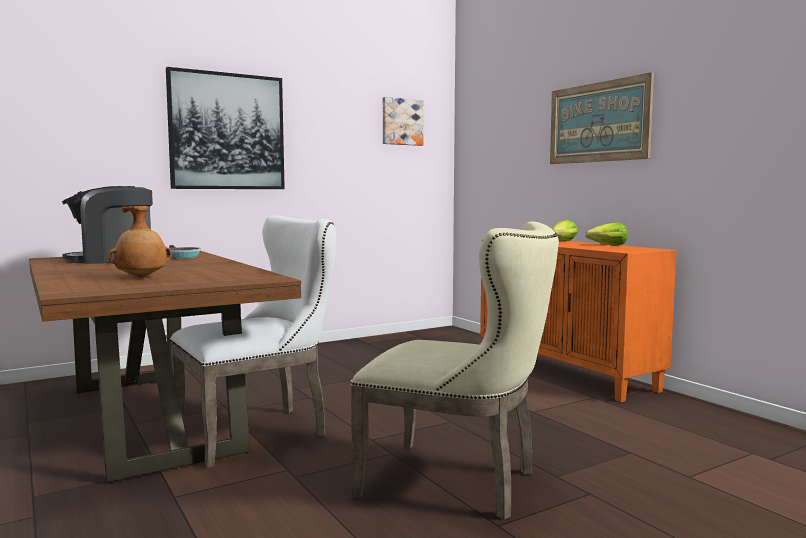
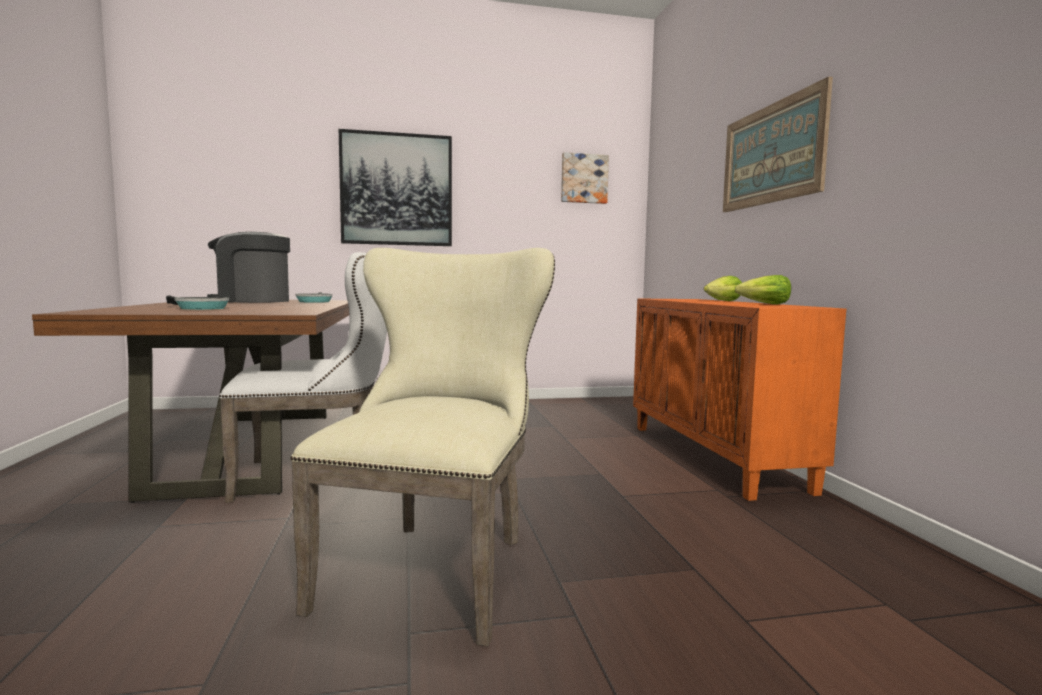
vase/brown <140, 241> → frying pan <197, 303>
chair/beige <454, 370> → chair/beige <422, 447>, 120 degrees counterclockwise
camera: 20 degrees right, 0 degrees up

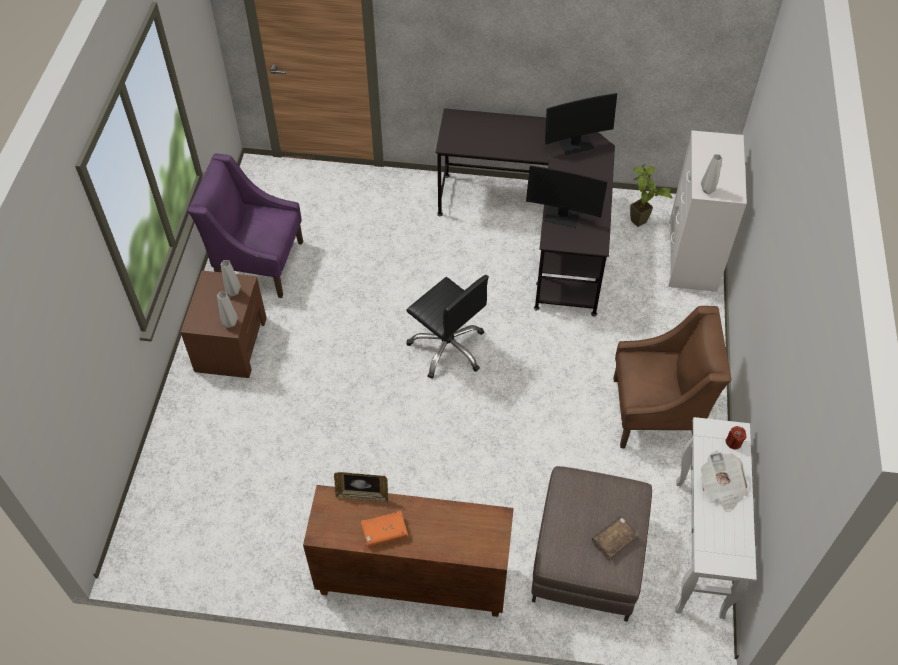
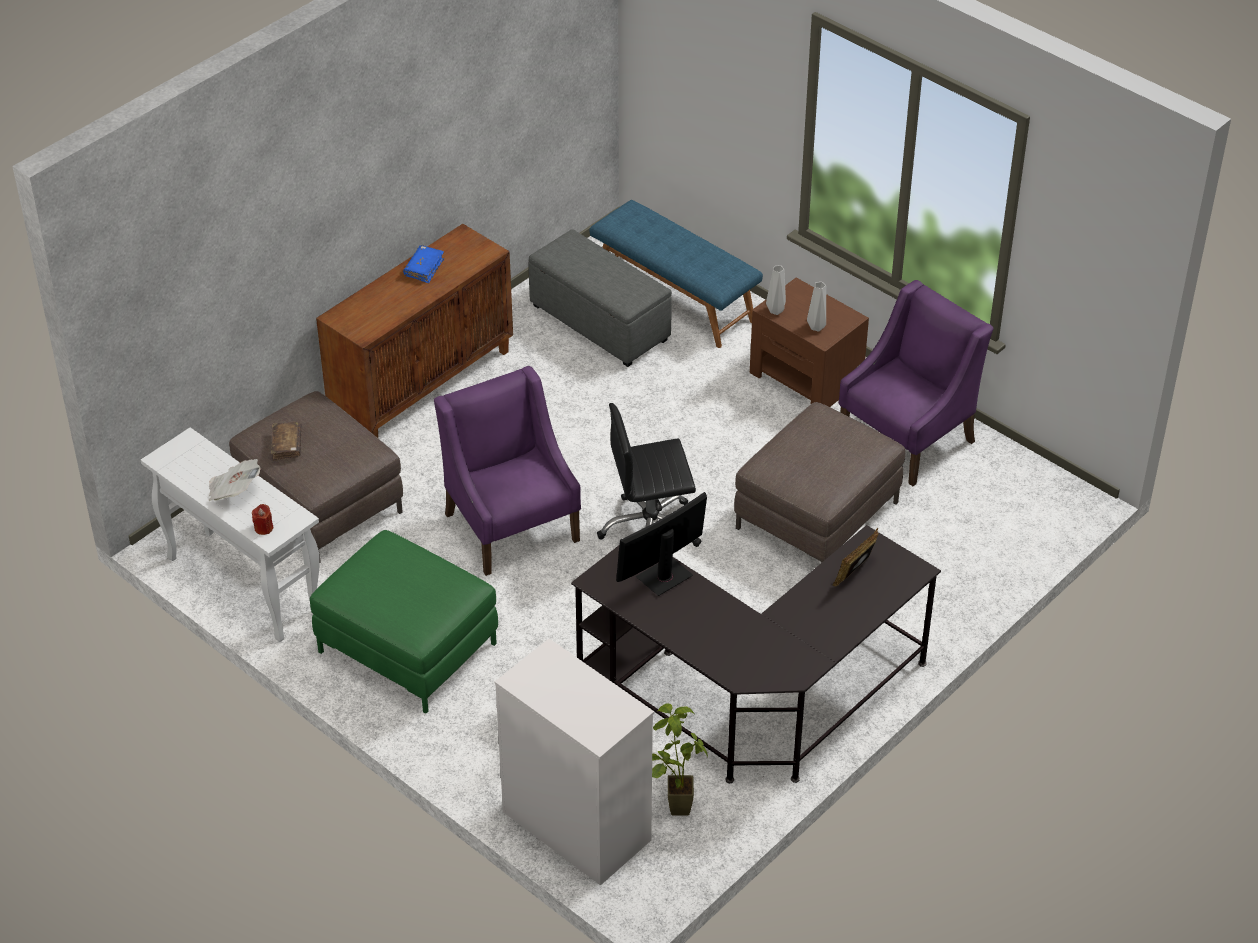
monitor <581, 124> → -
vase/grey <712, 174> → -
- → armchair/purple <507, 471>
- → ottoman/grey <600, 298>
- → bench/blue <676, 274>
- → ottoman/brown <819, 482>
picture frame <361, 487> → picture frame <855, 557>, relocated
armchair/brown <672, 377> → ottoman/green <404, 621>
book/orange <384, 528> → book/blue <423, 264>
camera: 125 degrees right, 10 degrees down

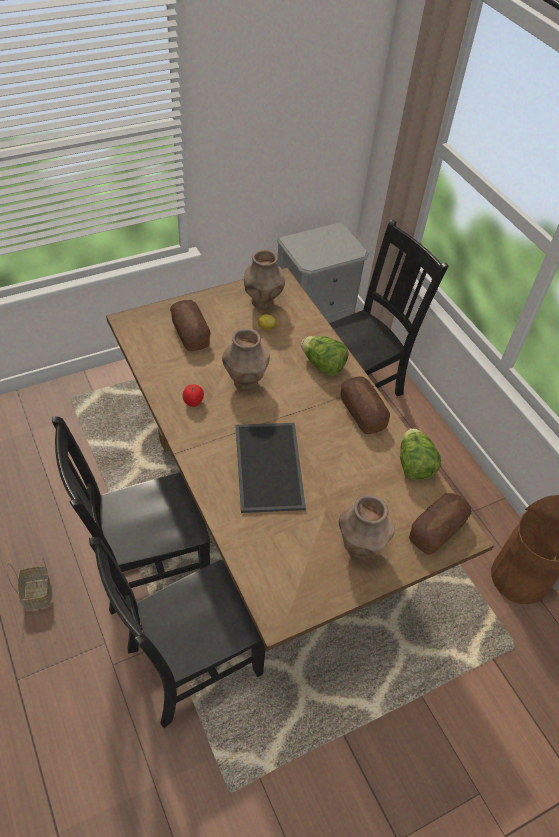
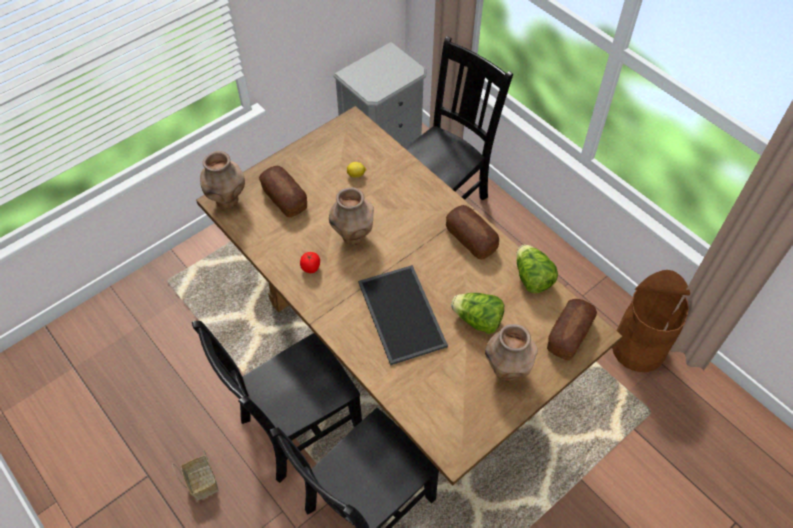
vase/brown <264, 279> → vase/brown <222, 180>, relocated
lettuce <324, 356> → lettuce <477, 313>, relocated
camera: 10 degrees left, 5 degrees up

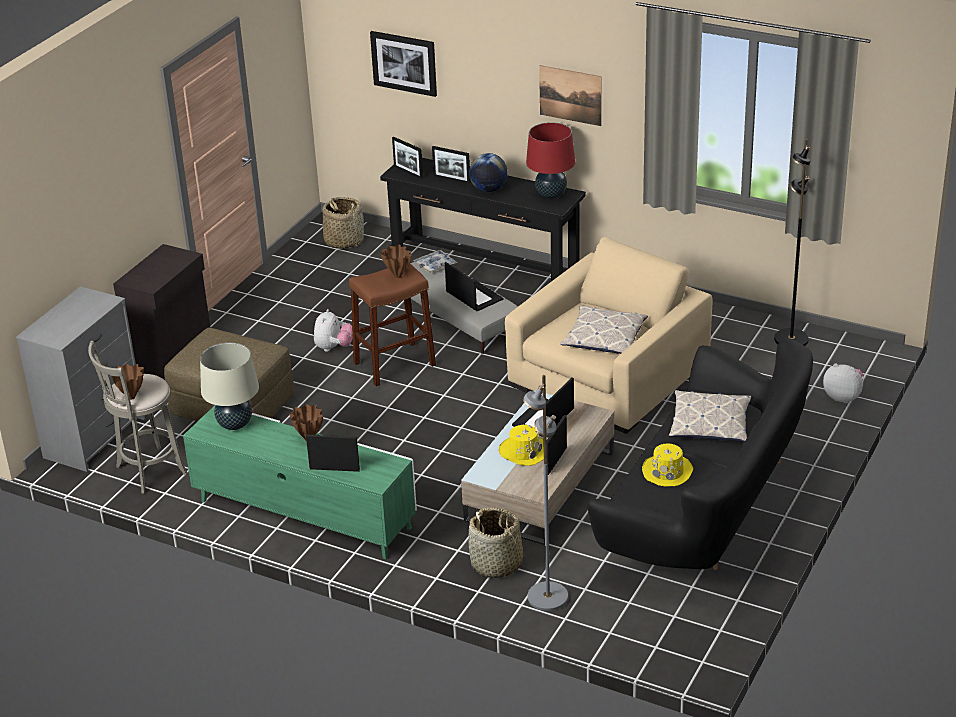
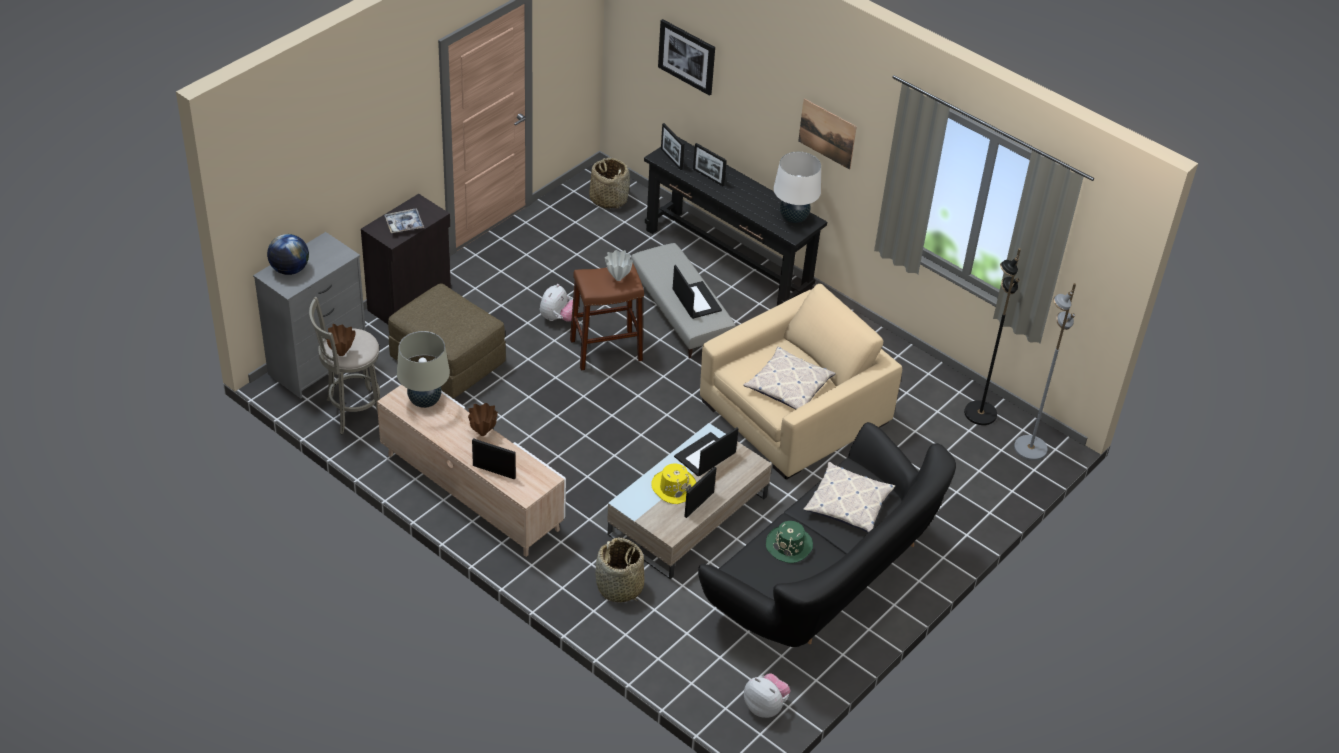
tray <435, 261> → tray <404, 221>, relocated
globe <488, 172> → globe <288, 254>, relocated
floor lamp/grey <545, 493> → floor lamp/grey <1045, 372>, relocated
plush toy <843, 383> → plush toy <767, 695>, relocated
tv stand/green <300, 482> → tv stand/beige <471, 470>
vase/brown <396, 261> → vase/white <619, 265>
table lamp/red <550, 160> → table lamp/white <797, 187>
hat/yellow <667, 465> → hat/green <789, 542>
camera: 10 degrees right, 10 degrees up

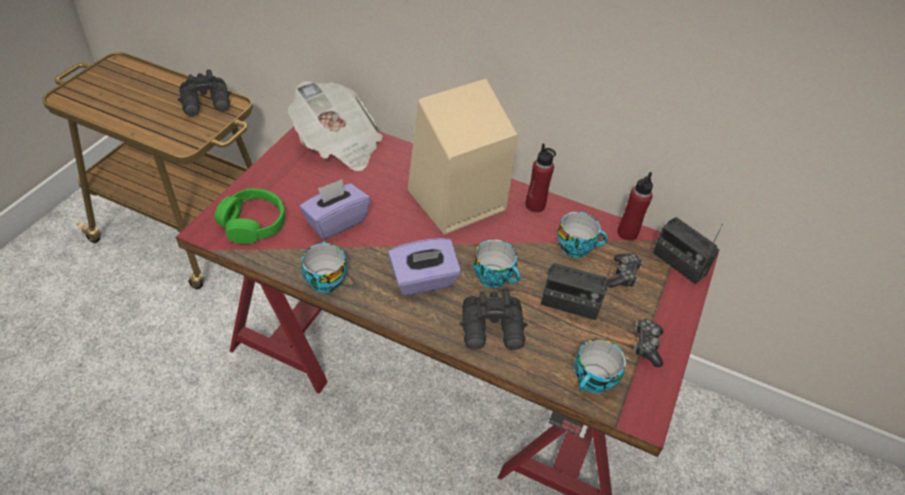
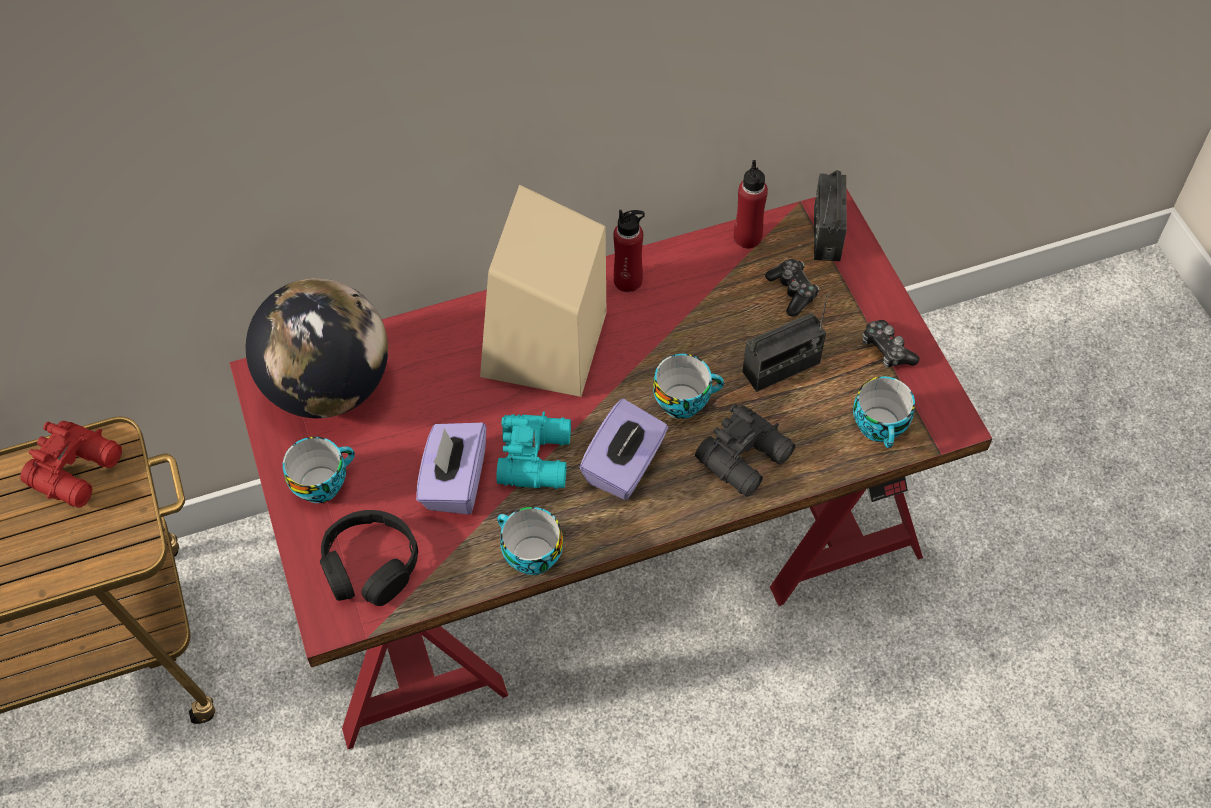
- → binoculars/turquoise <533, 450>
cup <582, 235> → cup <319, 470>, relocated
newspaper <335, 126> → globe <317, 348>
binoculars/black <204, 92> → binoculars/red <71, 464>
headphones/green <250, 216> → headphones/black <369, 558>
radio <687, 250> → radio <830, 215>, 90 degrees clockwise
camera: 40 degrees left, 10 degrees up

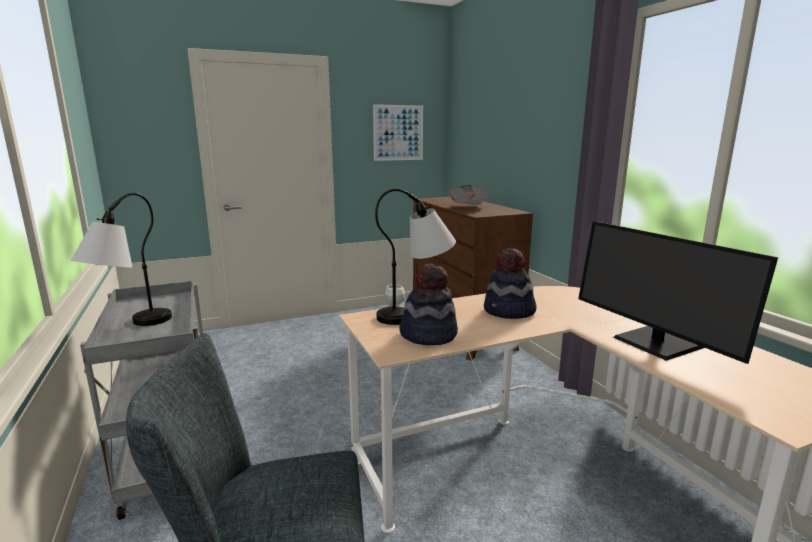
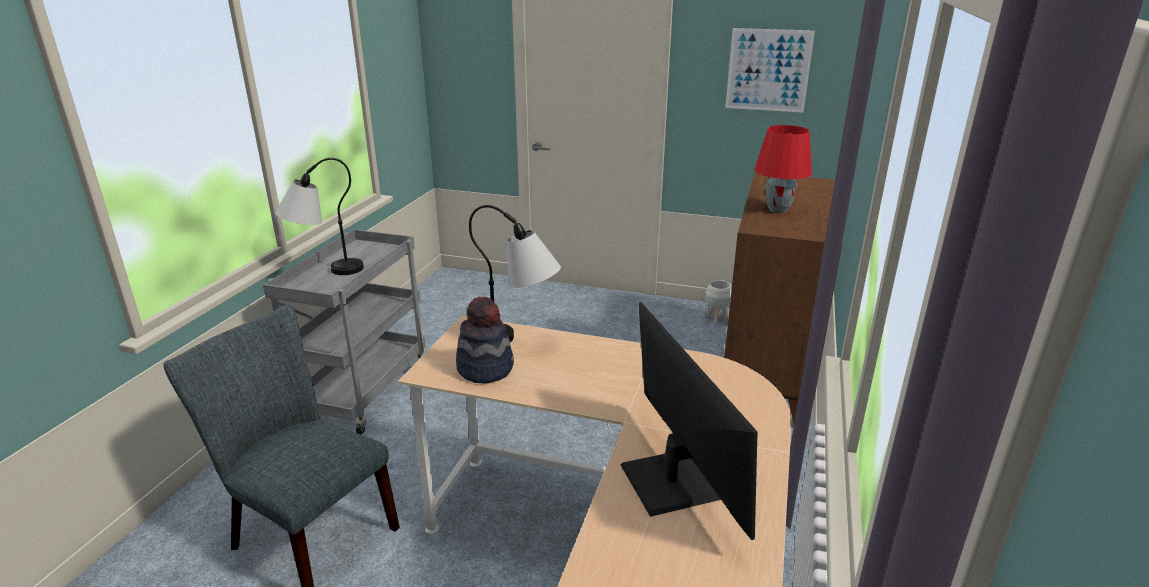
hat <510, 284> → -
newspaper <468, 195> → table lamp/red <783, 169>
monitor <678, 292> → monitor <689, 421>, 150 degrees clockwise
camera: 40 degrees right, 10 degrees up

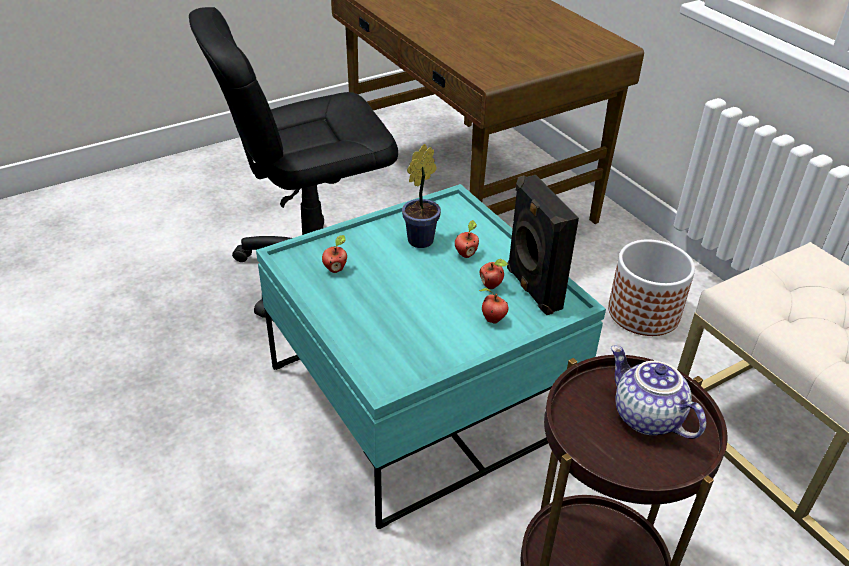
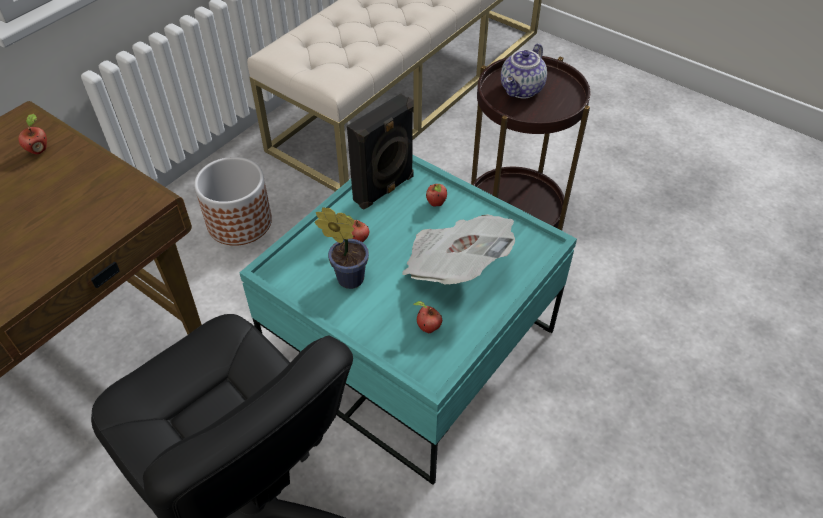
- → newspaper <458, 249>
apple <494, 274> → apple <33, 134>, relocated
camera: 110 degrees left, 10 degrees up

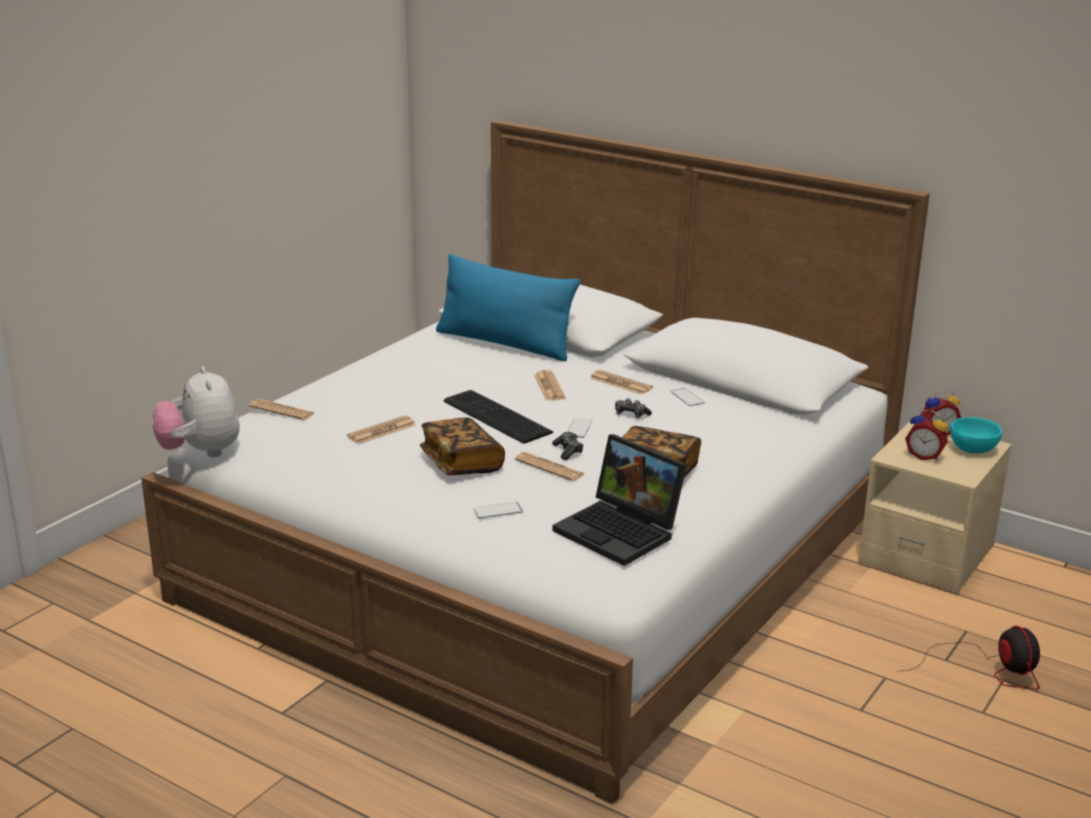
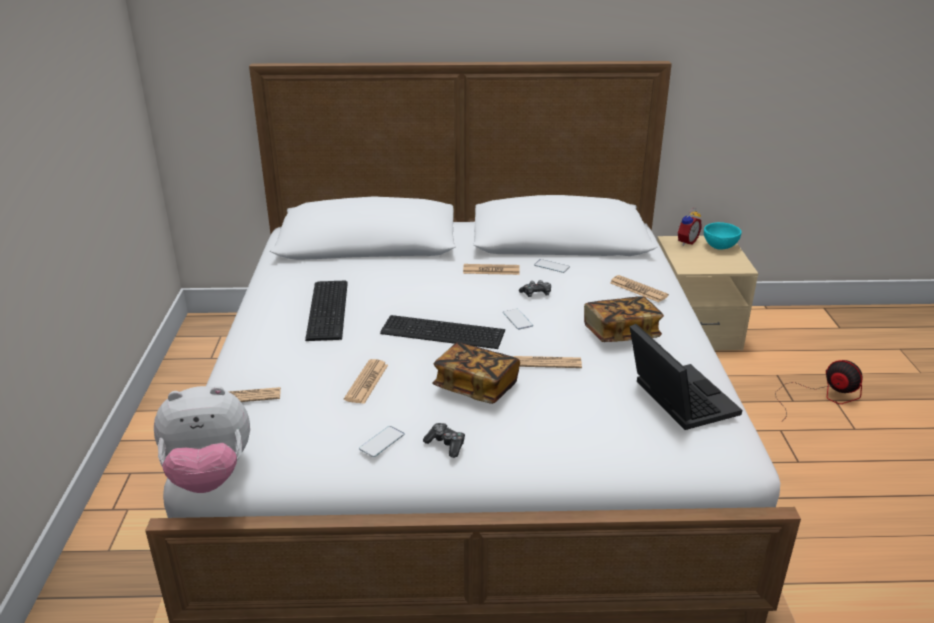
pillow/blue <508, 307> → -
alarm clock <926, 435> → -
- → keyboard <326, 311>
phone <498, 510> → phone <382, 441>, relocated
newspaper <549, 385> → newspaper <639, 288>, relocated
game controller <567, 446> → game controller <444, 440>, relocated
plush toy <196, 411> → plush toy <202, 439>, 45 degrees counterclockwise
laptop <619, 500> → laptop <685, 377>, 120 degrees counterclockwise
camera: 35 degrees left, 5 degrees up

